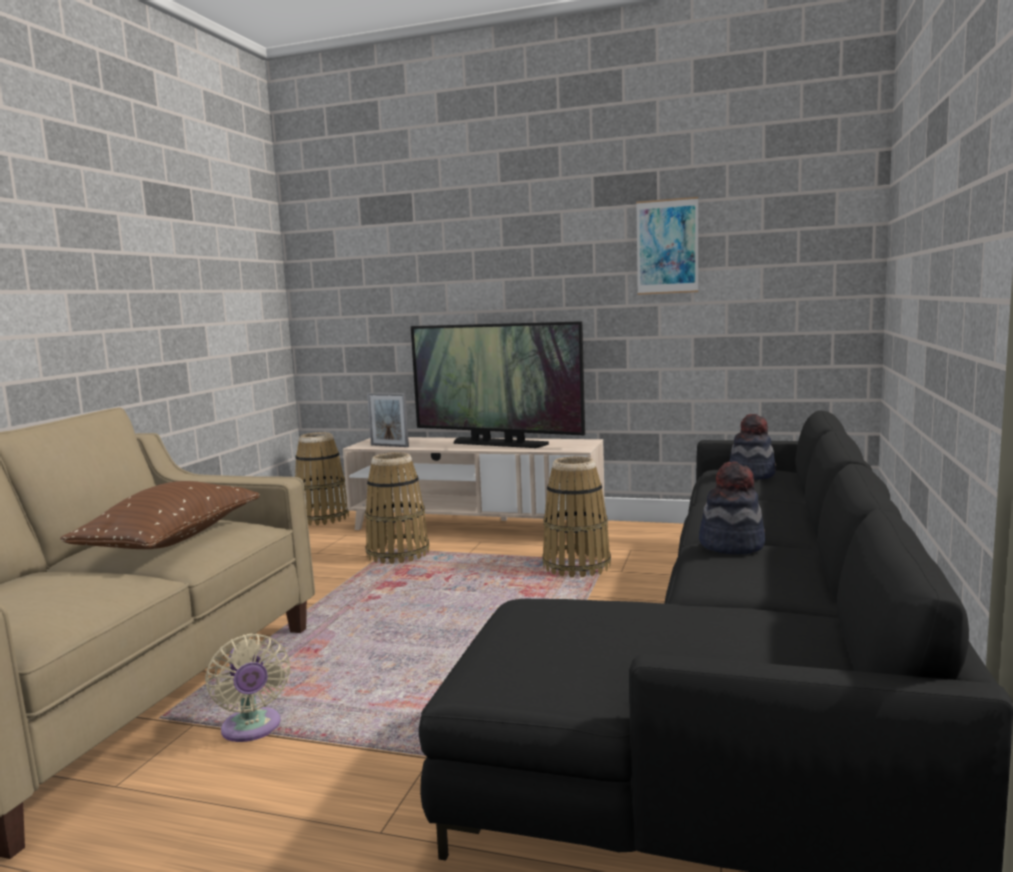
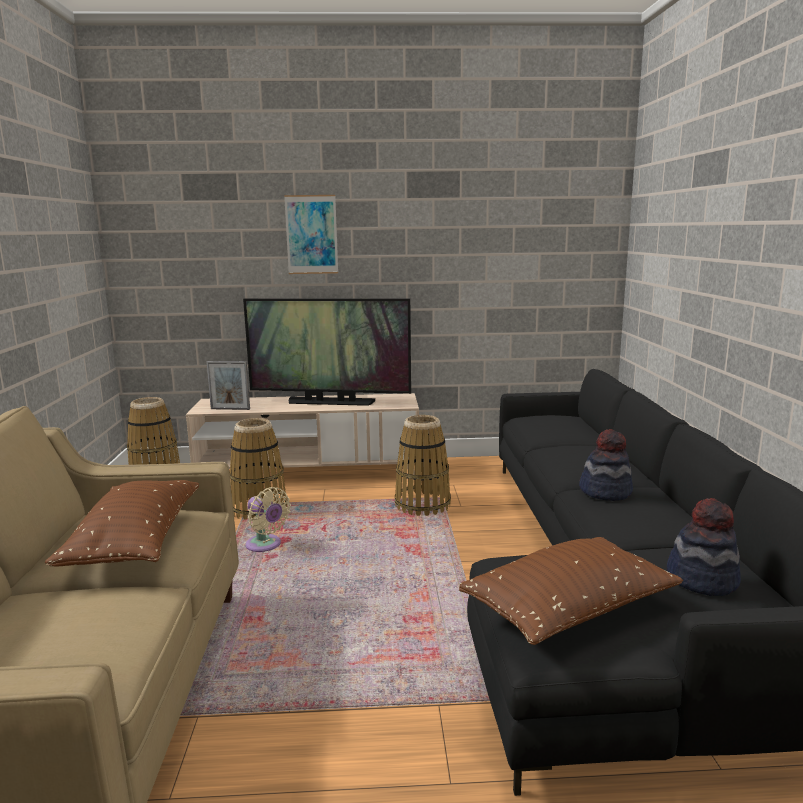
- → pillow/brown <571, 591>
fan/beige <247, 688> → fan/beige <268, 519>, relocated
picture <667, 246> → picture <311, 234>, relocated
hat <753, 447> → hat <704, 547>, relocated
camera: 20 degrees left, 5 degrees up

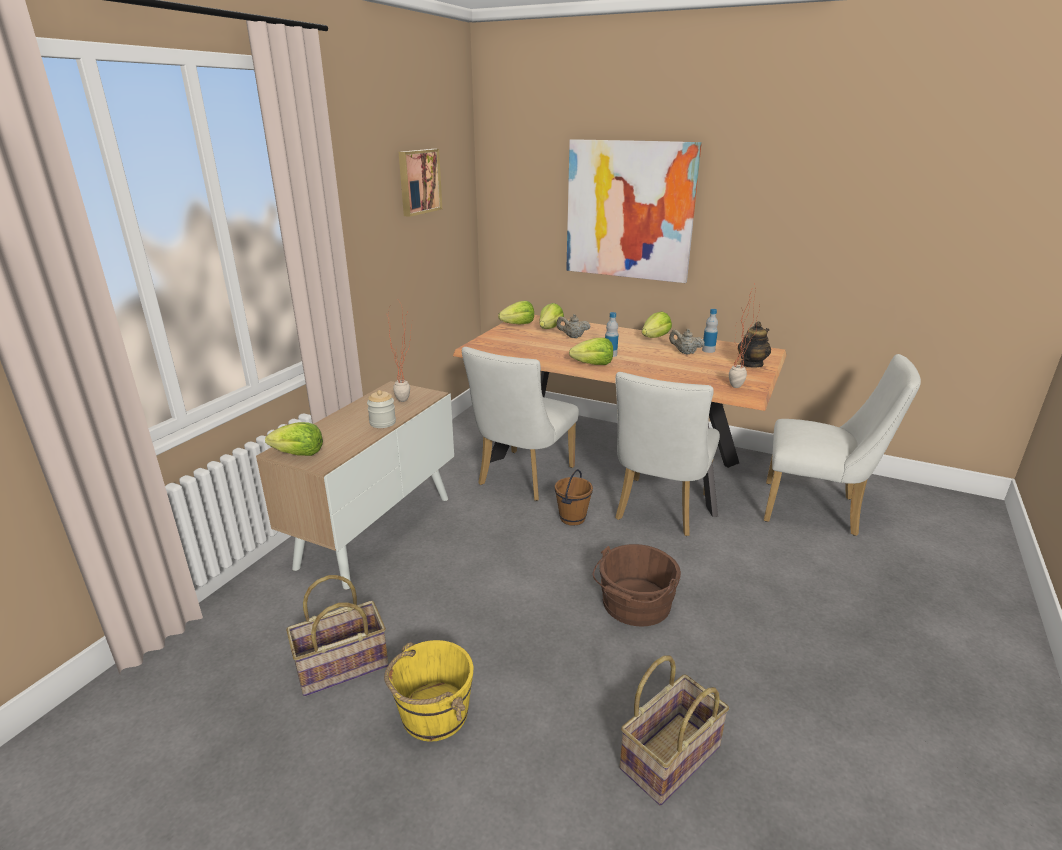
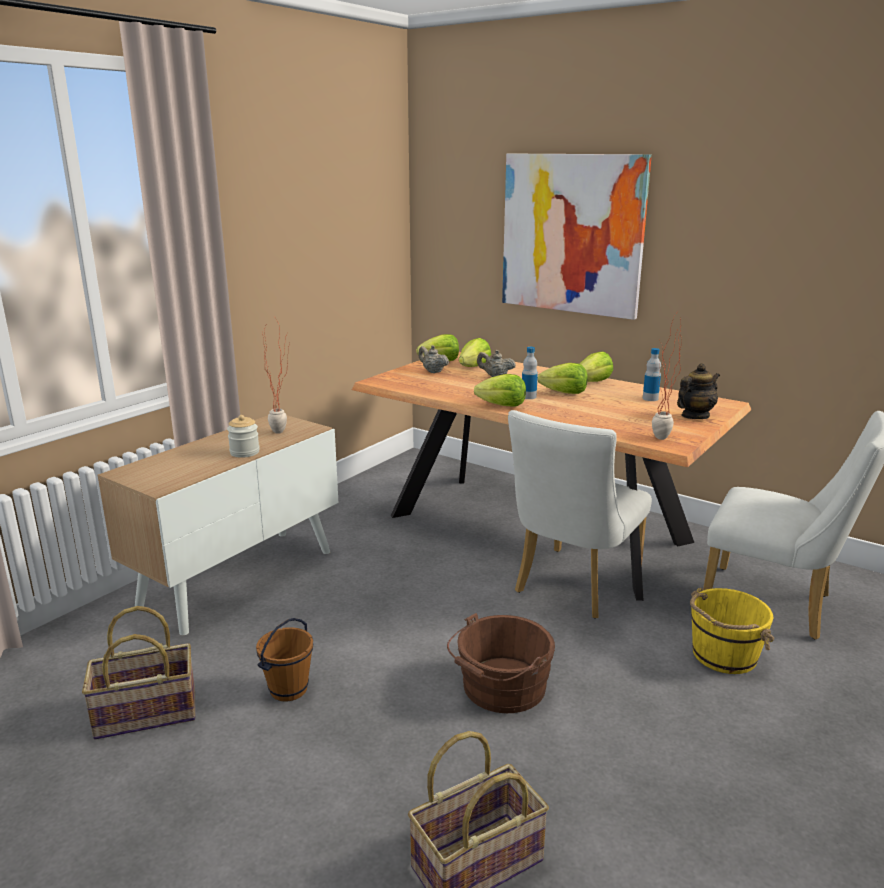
picture <420, 183> → -
chair/white <520, 424> → -
lettuce <294, 439> → lettuce <563, 378>, relocated
bucket/yellow <428, 691> → bucket/yellow <732, 631>, relocated
bucket/brown <574, 497> → bucket/brown <284, 660>, relocated
teapot/beige <687, 342> → teapot/beige <433, 359>, relocated
camera: 10 degrees right, 5 degrees down

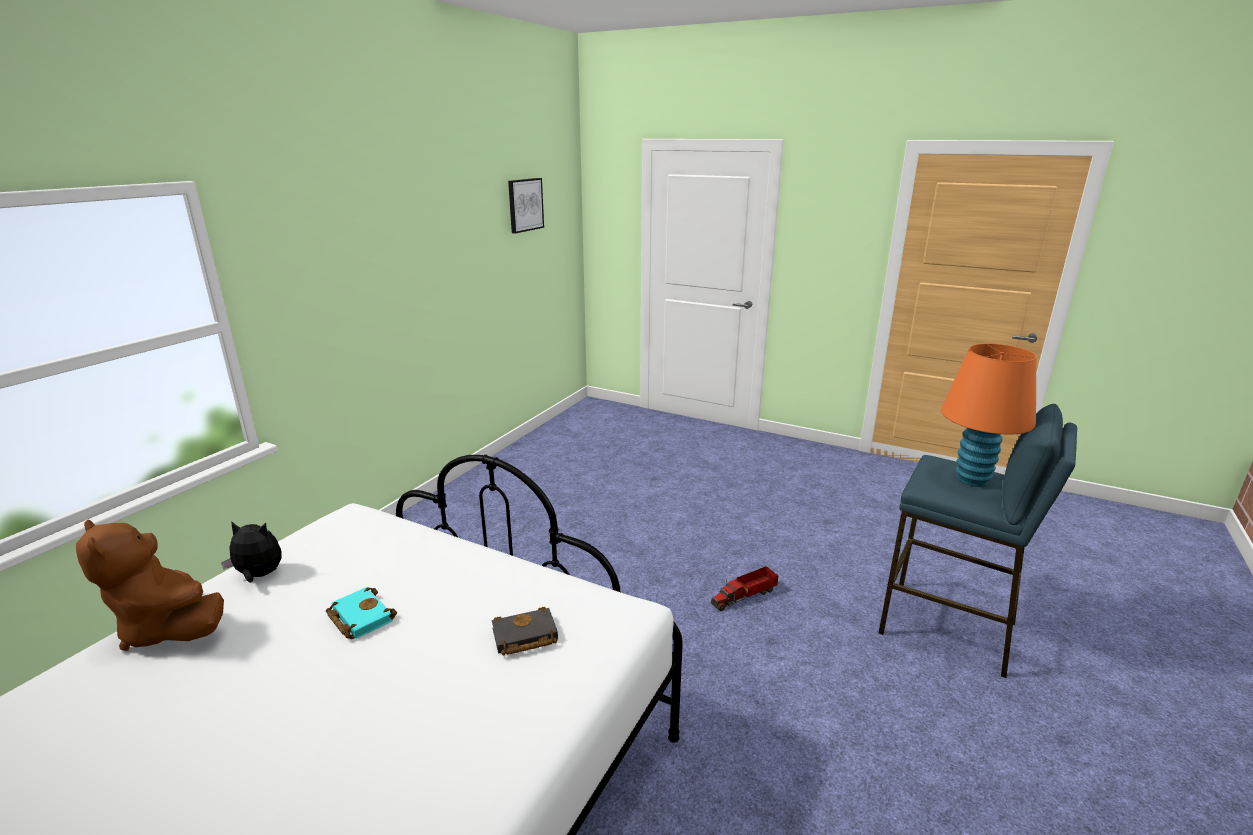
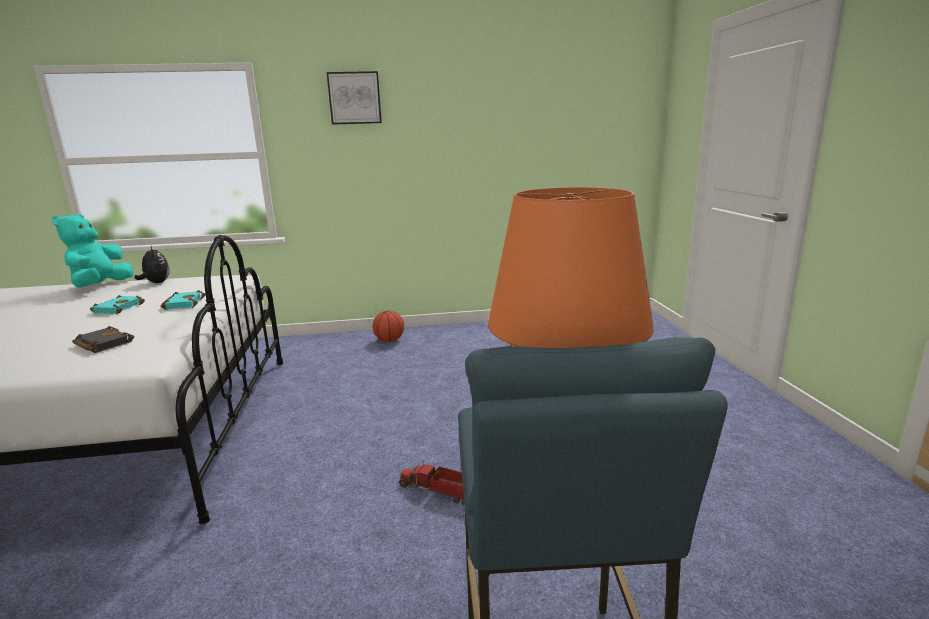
- → book/turquoise <183, 300>
- → basketball <388, 326>
picture <526, 206> → picture <354, 98>, relocated
plush toy/brown <150, 585> → plush toy/turquoise <93, 250>
camera: 55 degrees right, 5 degrees down

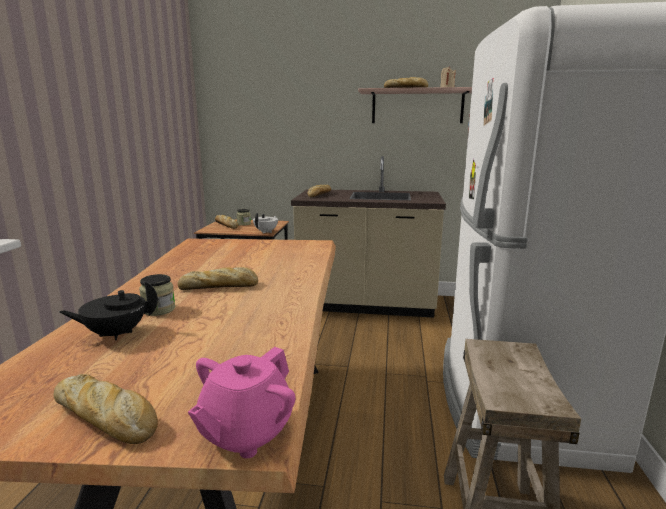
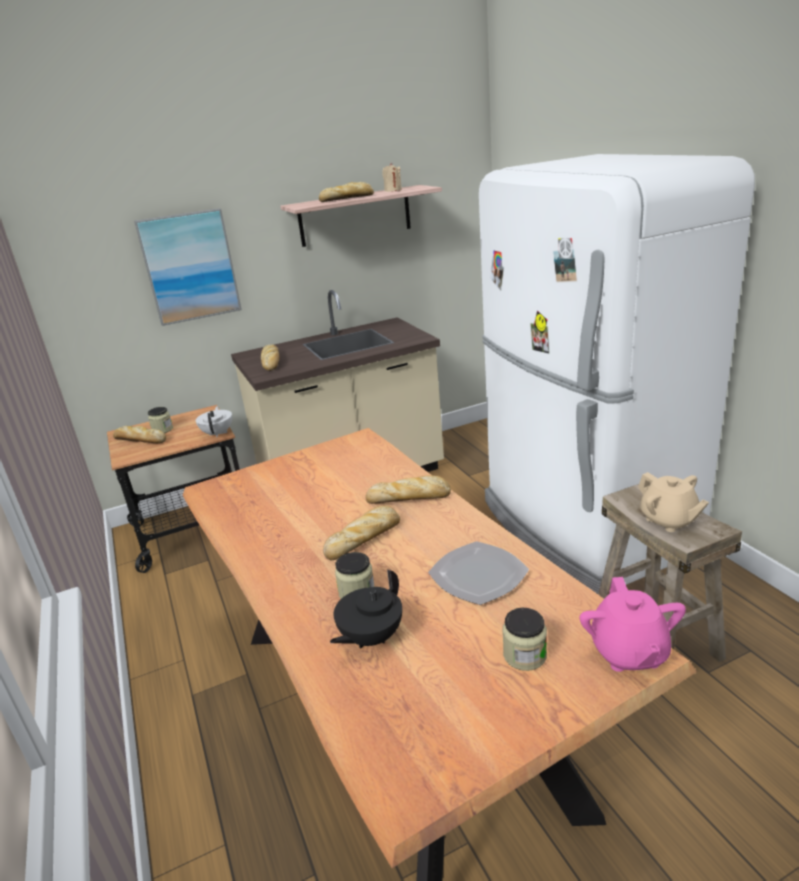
- → picture <188, 267>
- → plate <478, 573>
- → jar <524, 639>
- → teapot/beige <673, 502>
bread <105, 409> → bread <408, 489>, relocated
camera: 30 degrees left, 10 degrees up

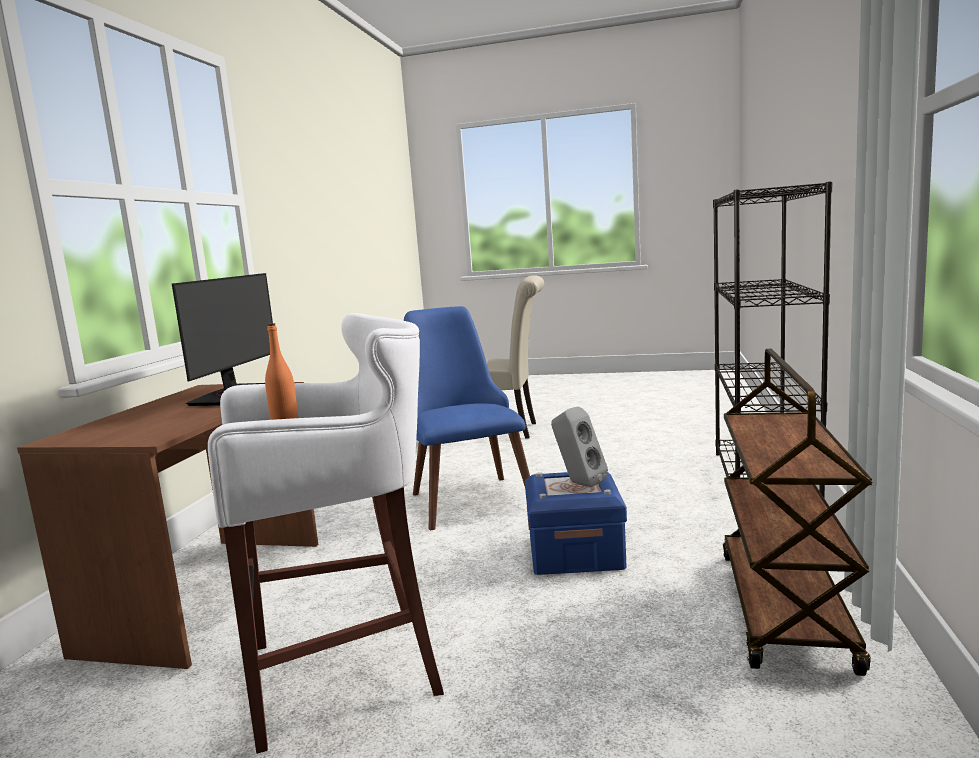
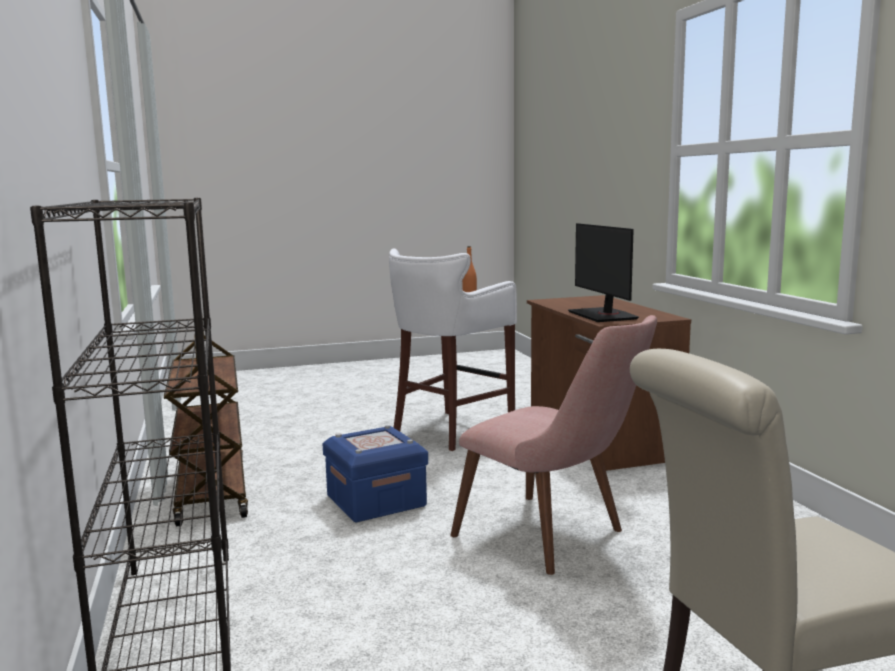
speaker/grey <579, 447> → -
chair/blue <467, 418> → chair/pink <553, 445>
camera: 150 degrees right, 0 degrees up

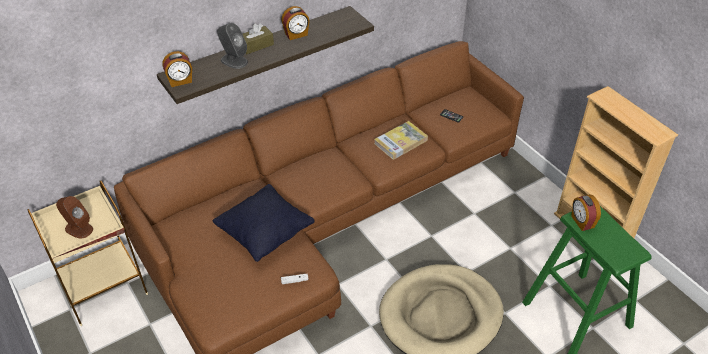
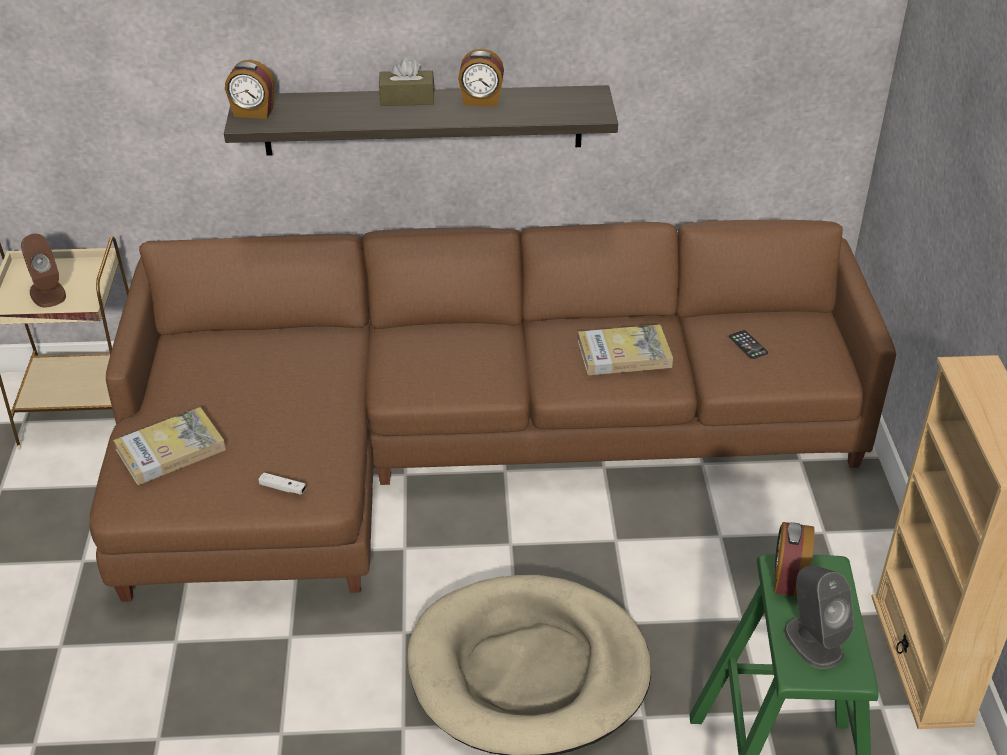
pillow/black <264, 223> → -
- → book <169, 446>
speaker/grey <232, 46> → speaker/grey <819, 617>, relocated
camera: 30 degrees right, 5 degrees down

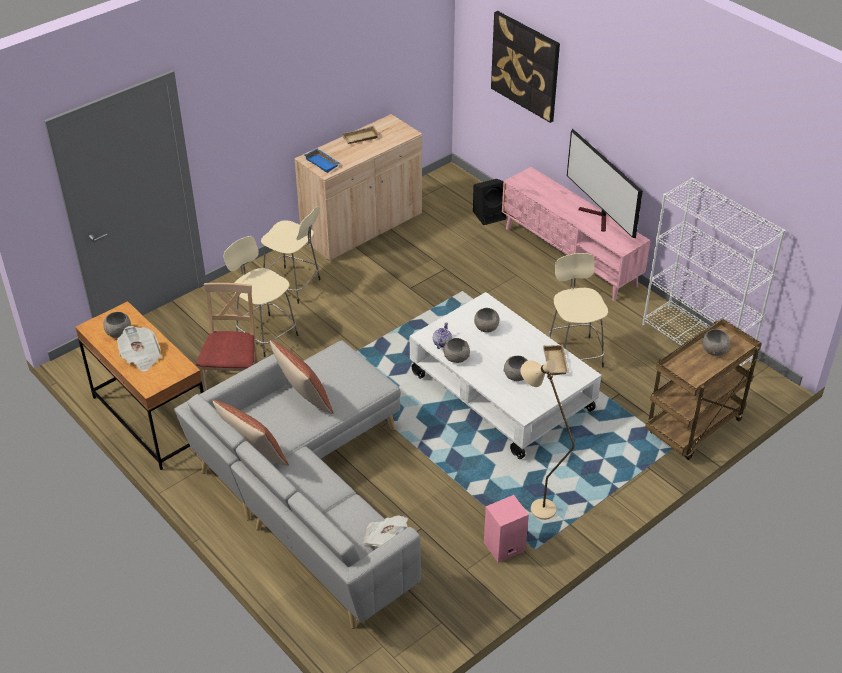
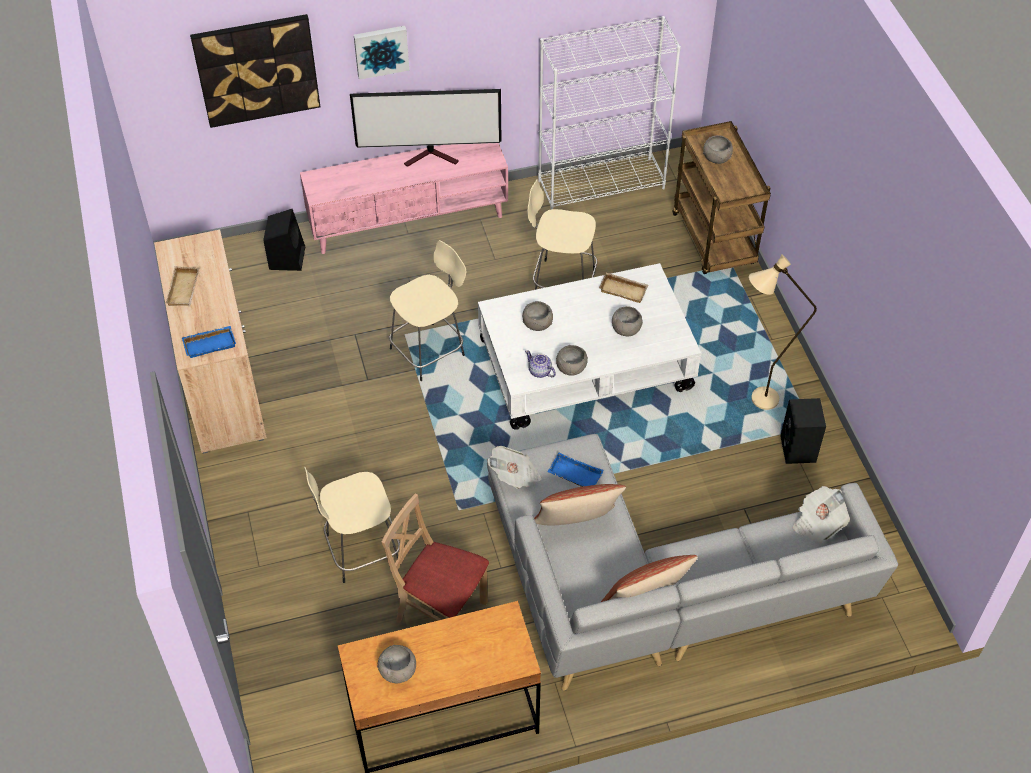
- → picture <381, 53>
- → tray/blue <575, 470>
newspaper <139, 349> → newspaper <514, 467>, relocated
stool/beige <291, 255> → stool/beige <427, 310>, relocated
speaker/pink <506, 529> → speaker/black <803, 431>
camera: 65 degrees left, 10 degrees up

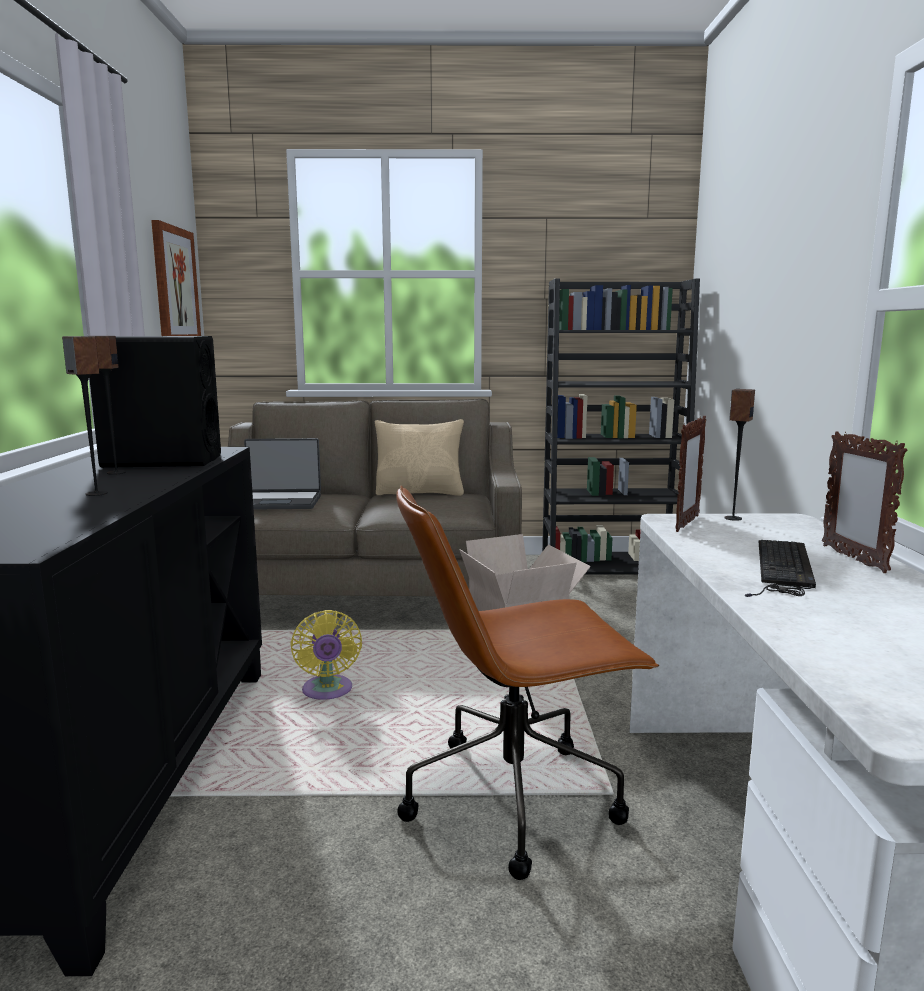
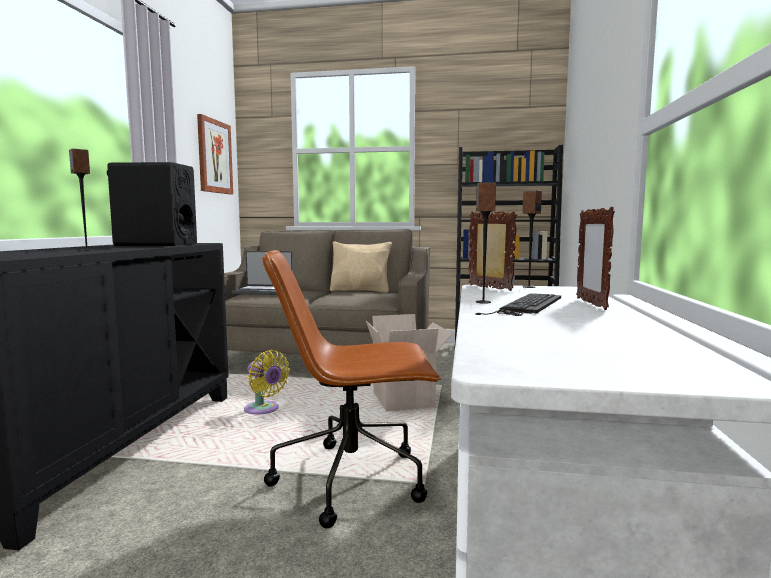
speaker <110, 405> → speaker <486, 243>, relocated
fan/yellow <326, 655> → fan/yellow <267, 382>, 45 degrees counterclockwise
picture frame <690, 474> → picture frame <492, 251>, 75 degrees counterclockwise
camera: 10 degrees right, 5 degrees down

